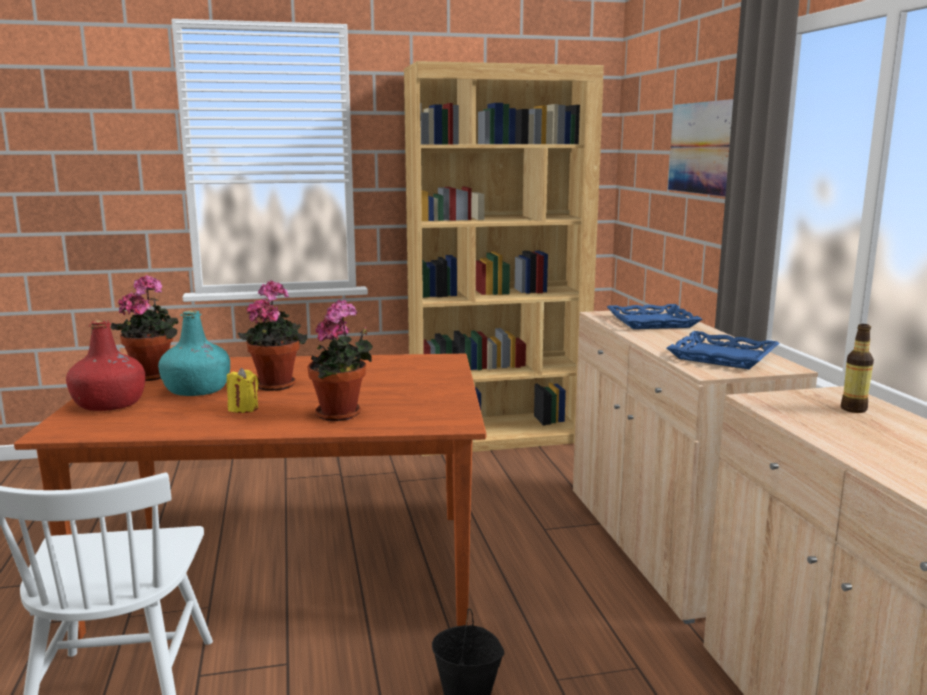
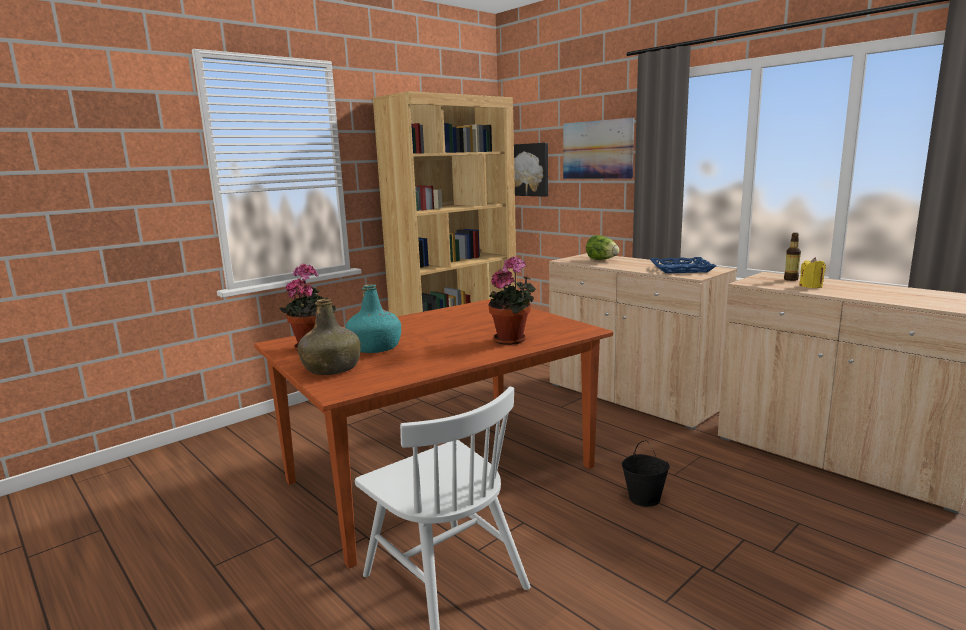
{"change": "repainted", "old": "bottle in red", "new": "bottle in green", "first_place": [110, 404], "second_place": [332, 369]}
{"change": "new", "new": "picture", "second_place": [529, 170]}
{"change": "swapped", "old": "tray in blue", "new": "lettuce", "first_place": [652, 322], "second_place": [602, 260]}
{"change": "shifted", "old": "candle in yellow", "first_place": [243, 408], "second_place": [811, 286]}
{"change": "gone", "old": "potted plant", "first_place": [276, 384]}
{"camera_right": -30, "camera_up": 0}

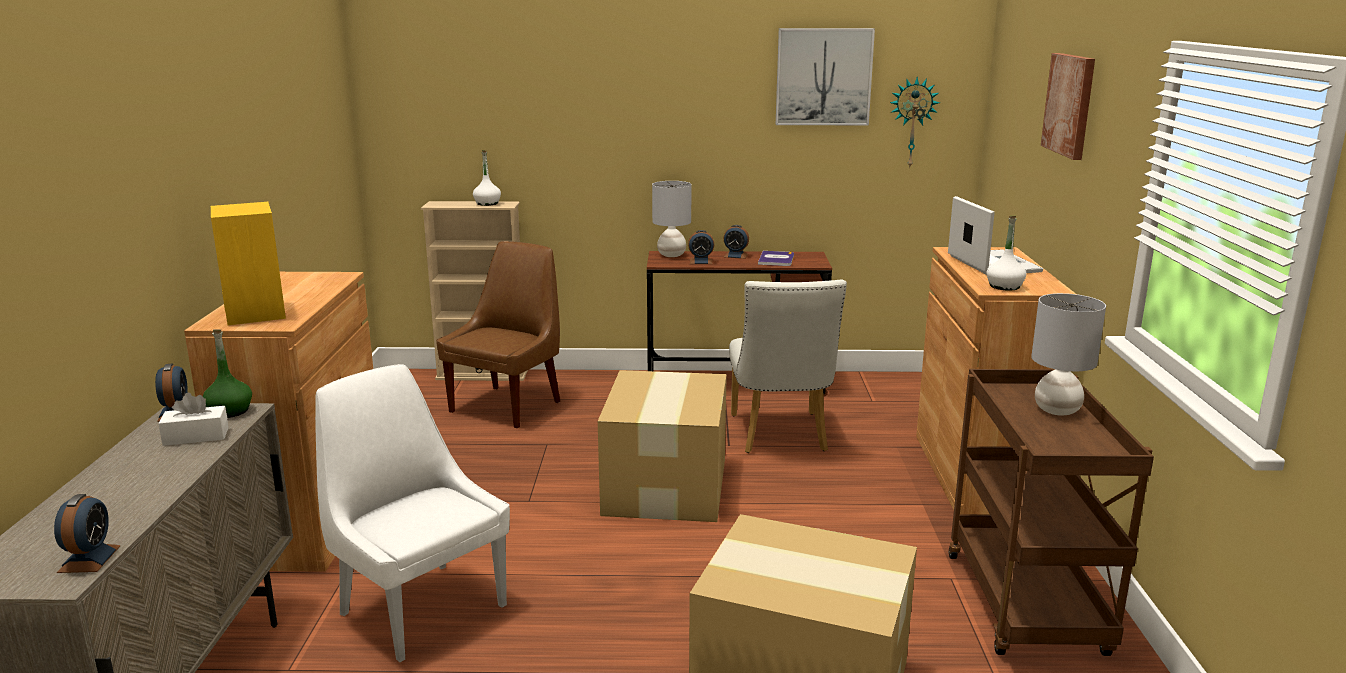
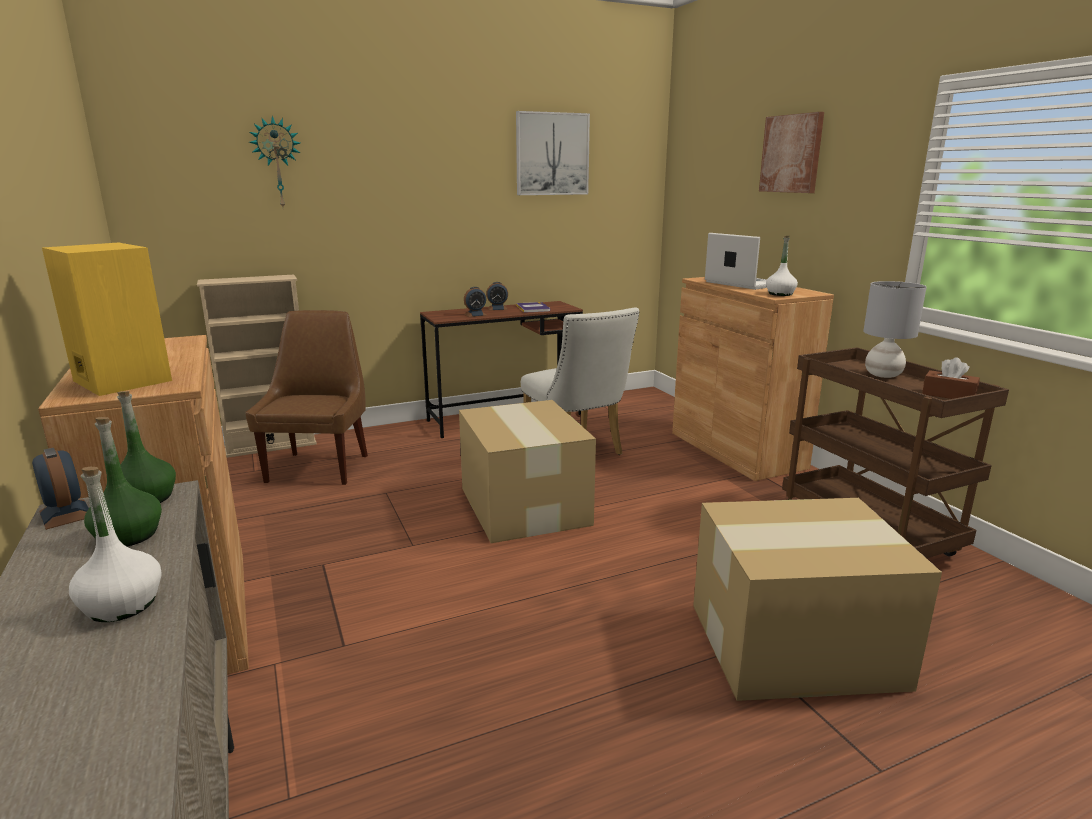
{"change": "shifted", "old": "bottle in white", "first_place": [487, 203], "second_place": [122, 604]}
{"change": "swapped", "old": "tissue box in white", "new": "bottle in green", "first_place": [196, 436], "second_place": [128, 535]}
{"change": "shifted", "old": "wall clock", "first_place": [912, 122], "second_place": [277, 163]}
{"change": "new", "new": "tissue box in brown", "second_place": [948, 395]}
{"change": "gone", "old": "alarm clock", "first_place": [89, 559]}
{"change": "gone", "old": "chair in white", "first_place": [419, 607]}
{"change": "gone", "old": "table lamp in grey", "first_place": [672, 255]}
{"camera_right": -25, "camera_up": 0}

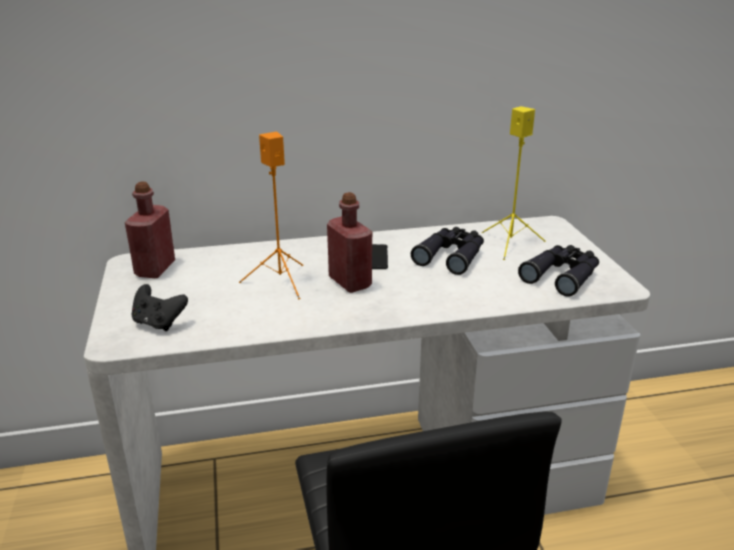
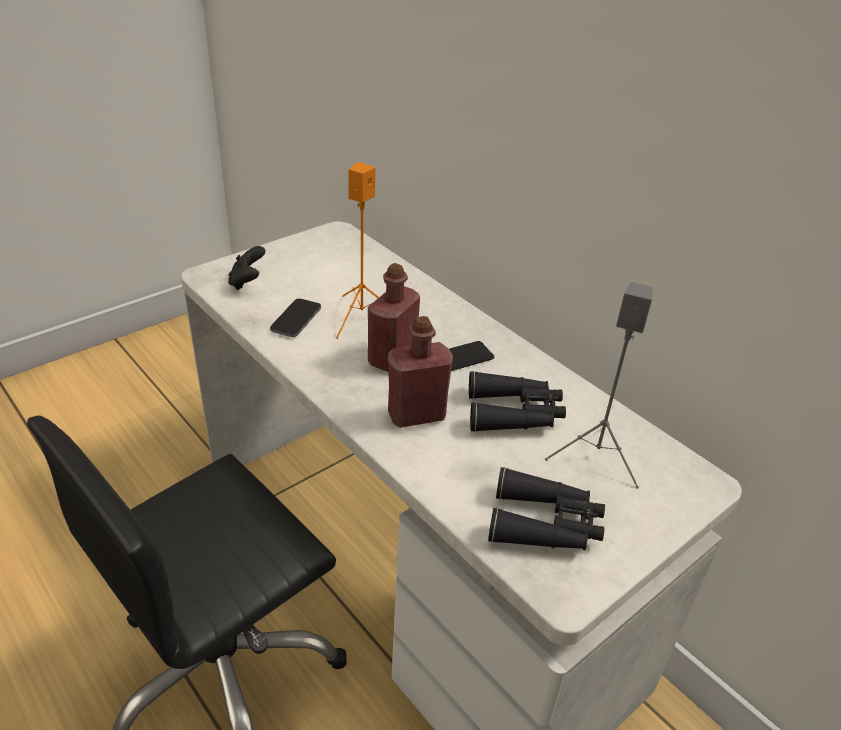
{"change": "new", "new": "phone", "second_place": [296, 319]}
{"change": "shifted", "old": "bottle in red", "first_place": [155, 269], "second_place": [416, 415]}
{"change": "repainted", "old": "speaker in yellow", "new": "speaker in grey", "first_place": [511, 243], "second_place": [597, 456]}
{"camera_right": 60, "camera_up": 10}

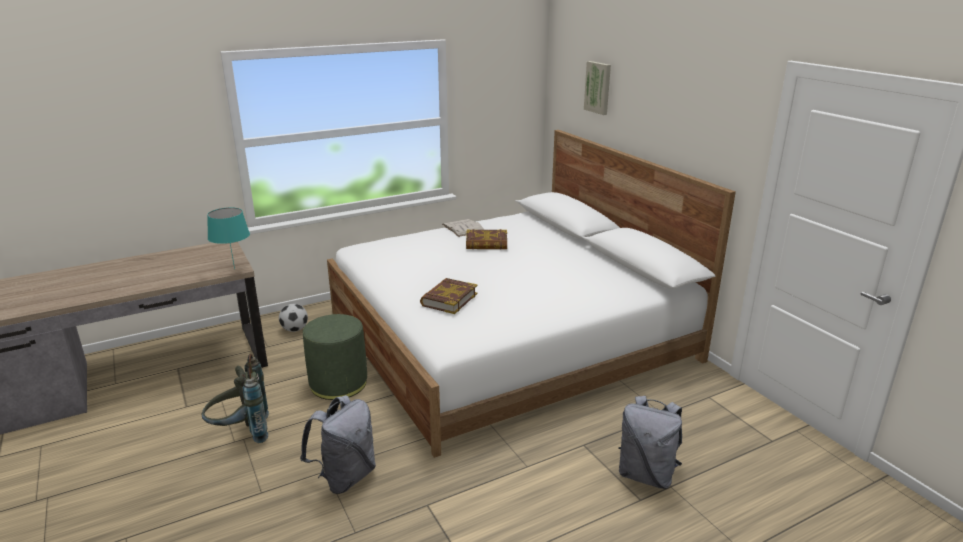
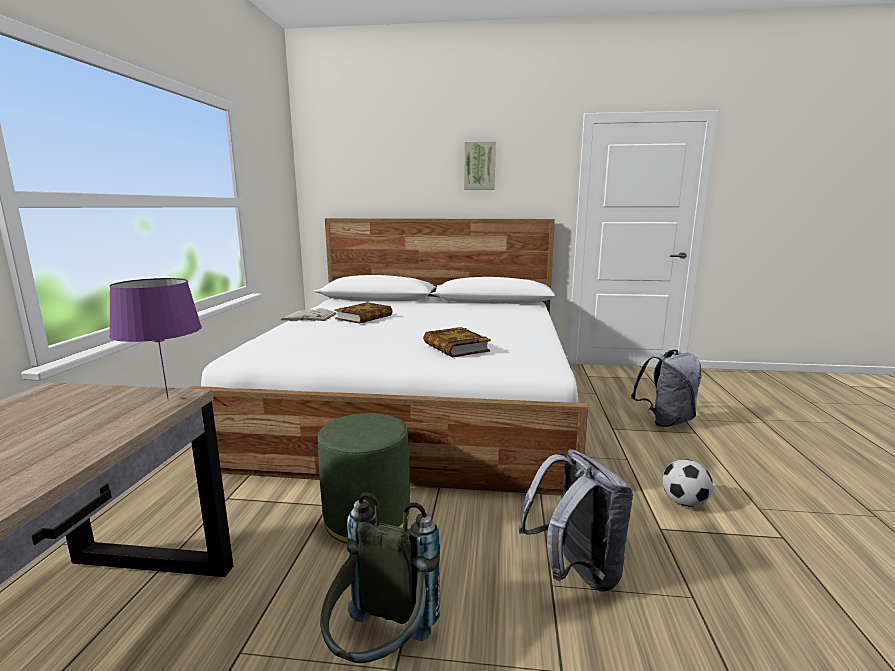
{"change": "repainted", "old": "table lamp in turquoise", "new": "table lamp in purple", "first_place": [235, 269], "second_place": [169, 398]}
{"change": "shifted", "old": "picture", "first_place": [598, 87], "second_place": [479, 166]}
{"change": "shifted", "old": "football", "first_place": [295, 329], "second_place": [684, 502]}
{"camera_right": -55, "camera_up": -10}

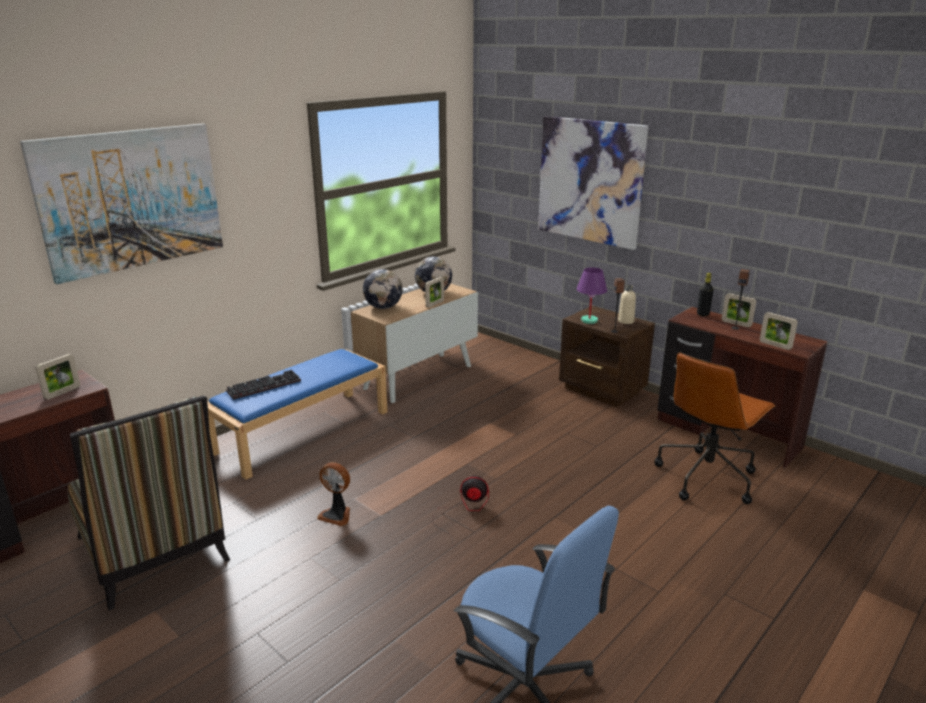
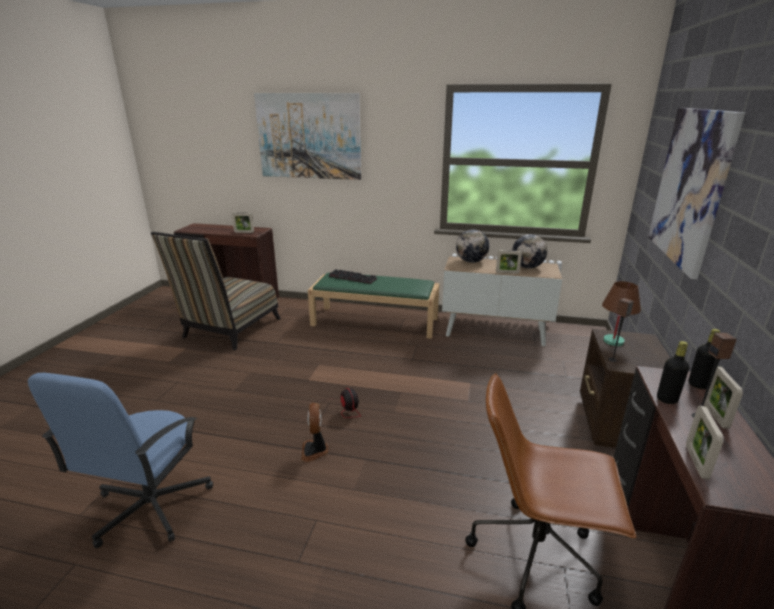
{"change": "shifted", "old": "fan", "first_place": [337, 515], "second_place": [315, 450]}
{"change": "repainted", "old": "bench in blue", "new": "bench in green", "first_place": [303, 431], "second_place": [375, 321]}
{"change": "repainted", "old": "table lamp in purple", "new": "table lamp in brown", "first_place": [589, 320], "second_place": [614, 341]}
{"change": "new", "new": "bottle in black", "second_place": [667, 399]}
{"change": "gone", "old": "bottle in beige", "first_place": [626, 321]}
{"camera_right": 60, "camera_up": 0}

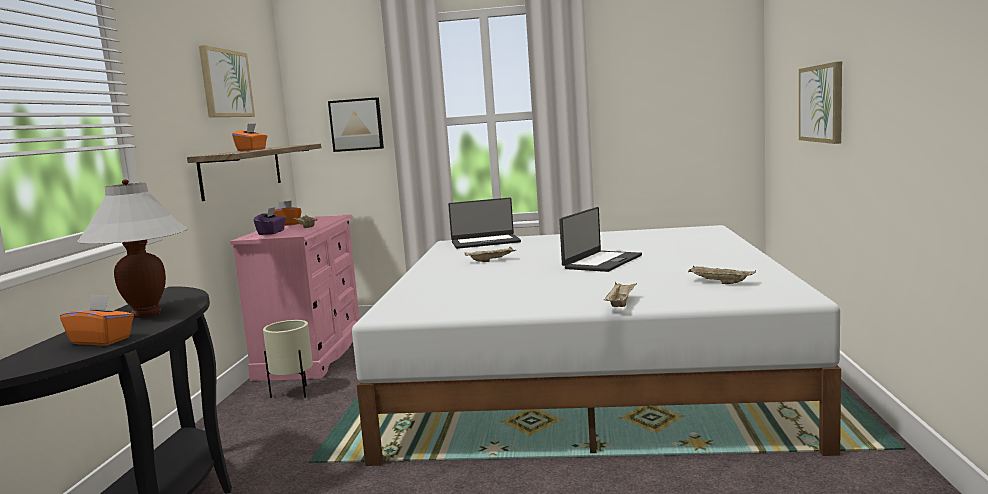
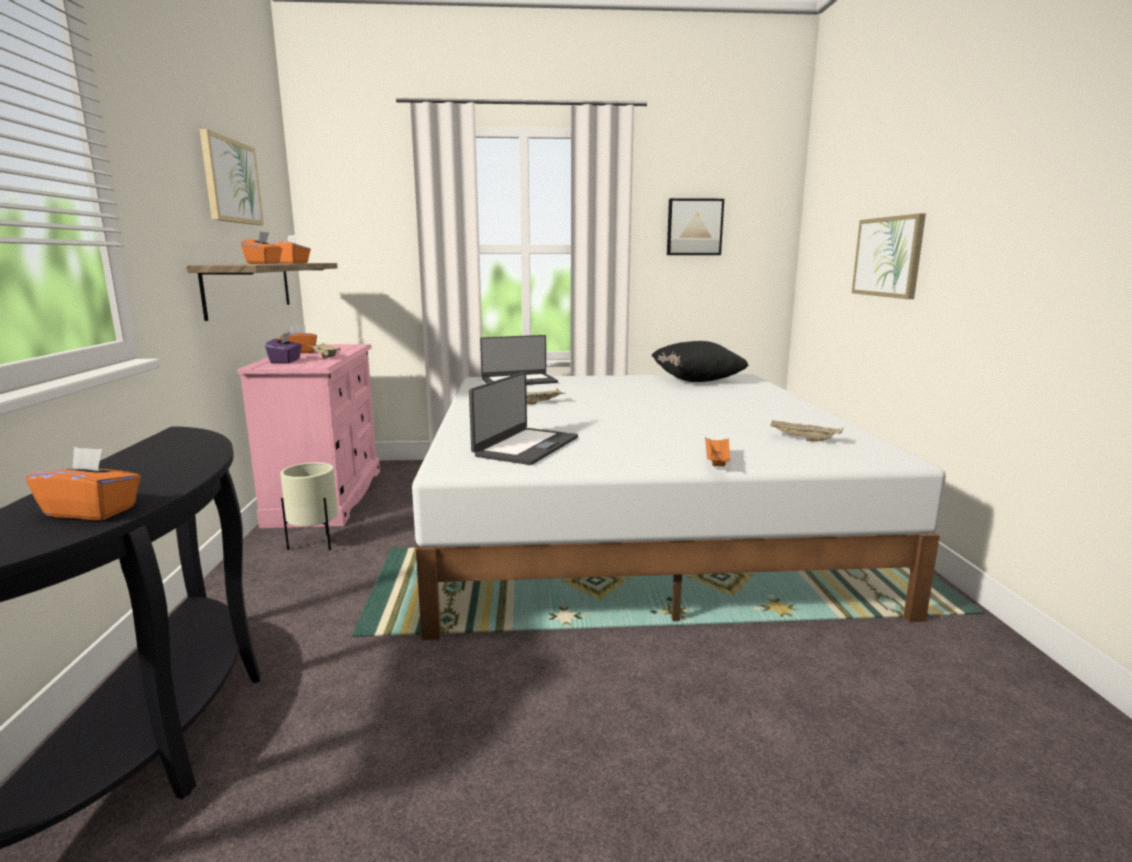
{"change": "new", "new": "tissue box in orange", "second_place": [292, 263]}
{"change": "shifted", "old": "laptop", "first_place": [601, 262], "second_place": [525, 446]}
{"change": "new", "new": "pillow in black", "second_place": [697, 380]}
{"change": "shifted", "old": "picture", "first_place": [356, 124], "second_place": [694, 227]}
{"change": "repainted", "old": "tray in beige", "new": "tray in orange", "first_place": [620, 304], "second_place": [716, 462]}
{"change": "gone", "old": "table lamp in white", "first_place": [146, 314]}
{"camera_right": -10, "camera_up": 5}

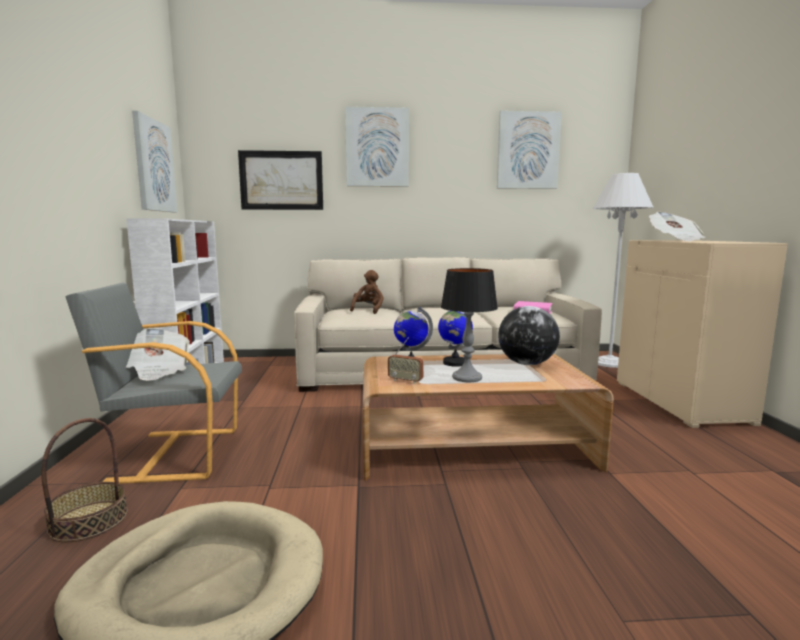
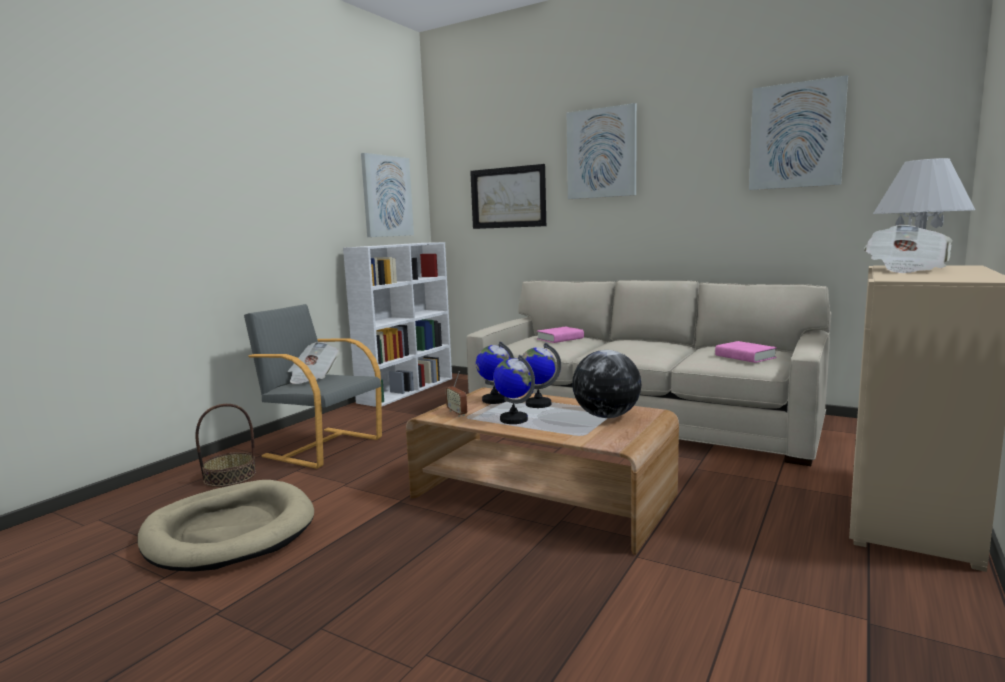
{"change": "swapped", "old": "table lamp", "new": "globe", "first_place": [466, 378], "second_place": [513, 419]}
{"change": "swapped", "old": "plush toy in brown", "new": "book in pink", "first_place": [368, 310], "second_place": [560, 339]}
{"camera_right": 35, "camera_up": 0}

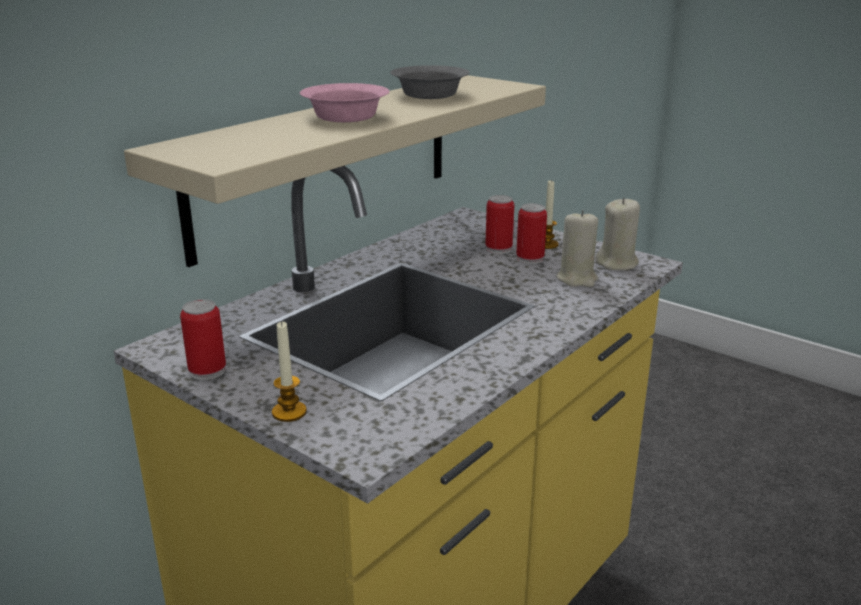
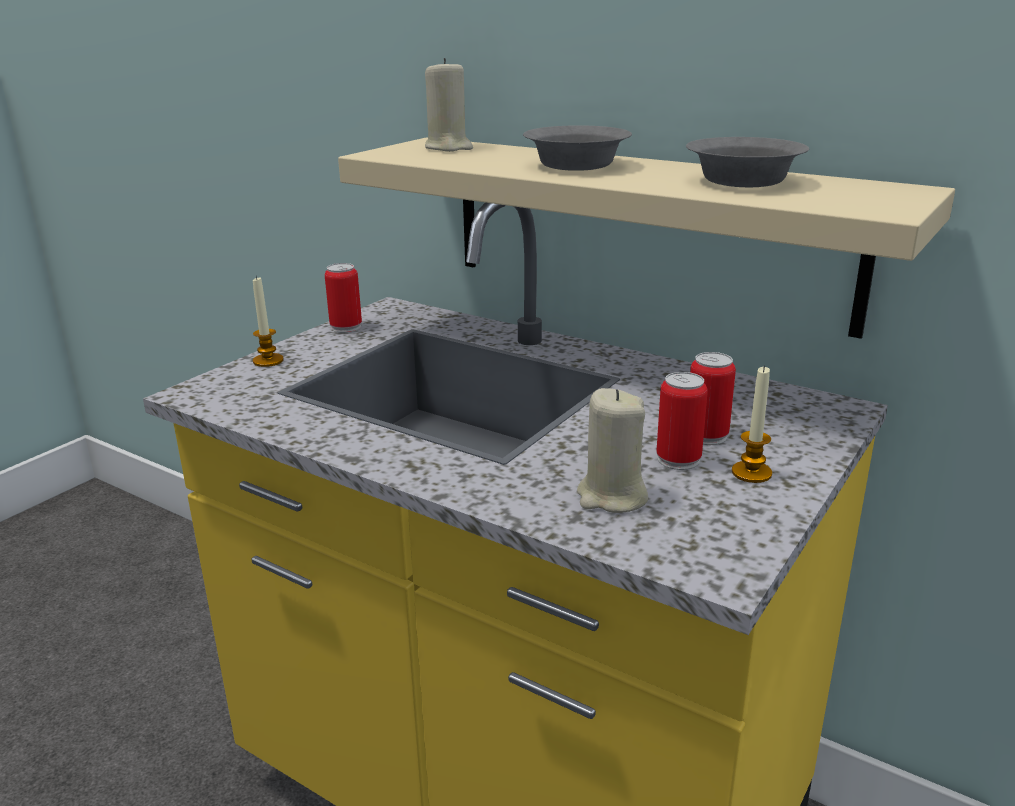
{"change": "shifted", "old": "candle in beige", "first_place": [617, 263], "second_place": [448, 147]}
{"change": "repainted", "old": "bowl in pink", "new": "bowl in grey", "first_place": [346, 117], "second_place": [579, 165]}
{"camera_right": 85, "camera_up": 0}

